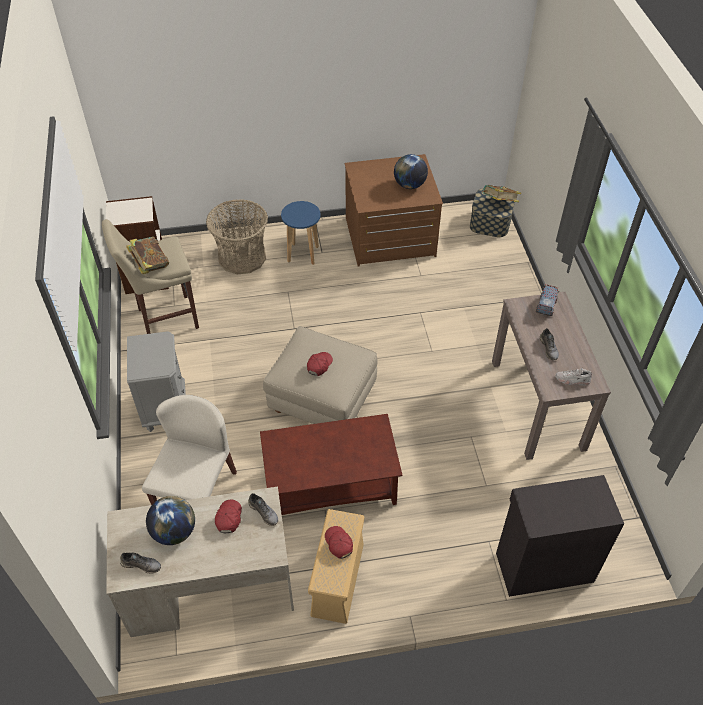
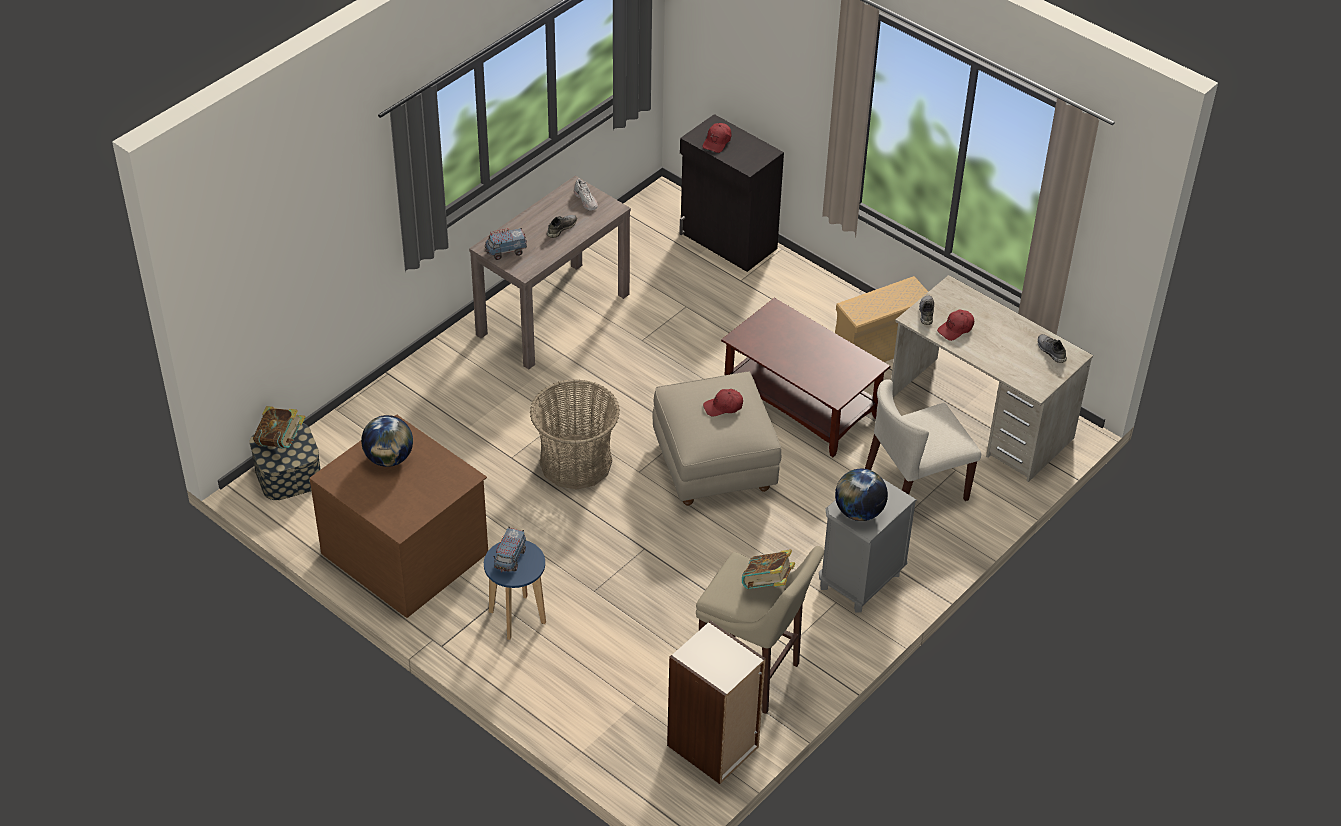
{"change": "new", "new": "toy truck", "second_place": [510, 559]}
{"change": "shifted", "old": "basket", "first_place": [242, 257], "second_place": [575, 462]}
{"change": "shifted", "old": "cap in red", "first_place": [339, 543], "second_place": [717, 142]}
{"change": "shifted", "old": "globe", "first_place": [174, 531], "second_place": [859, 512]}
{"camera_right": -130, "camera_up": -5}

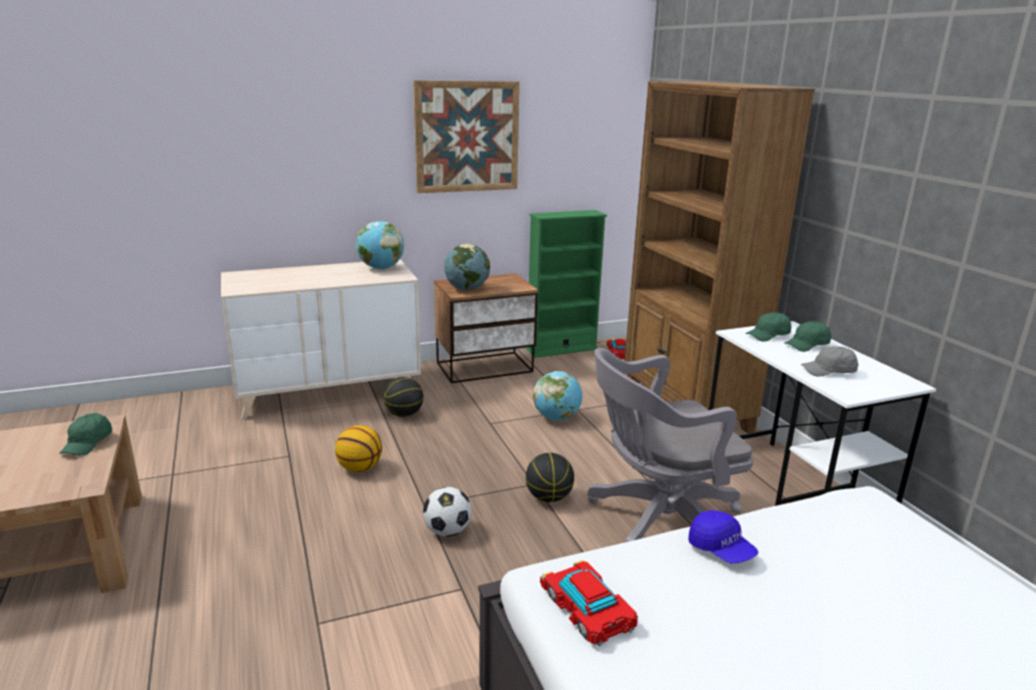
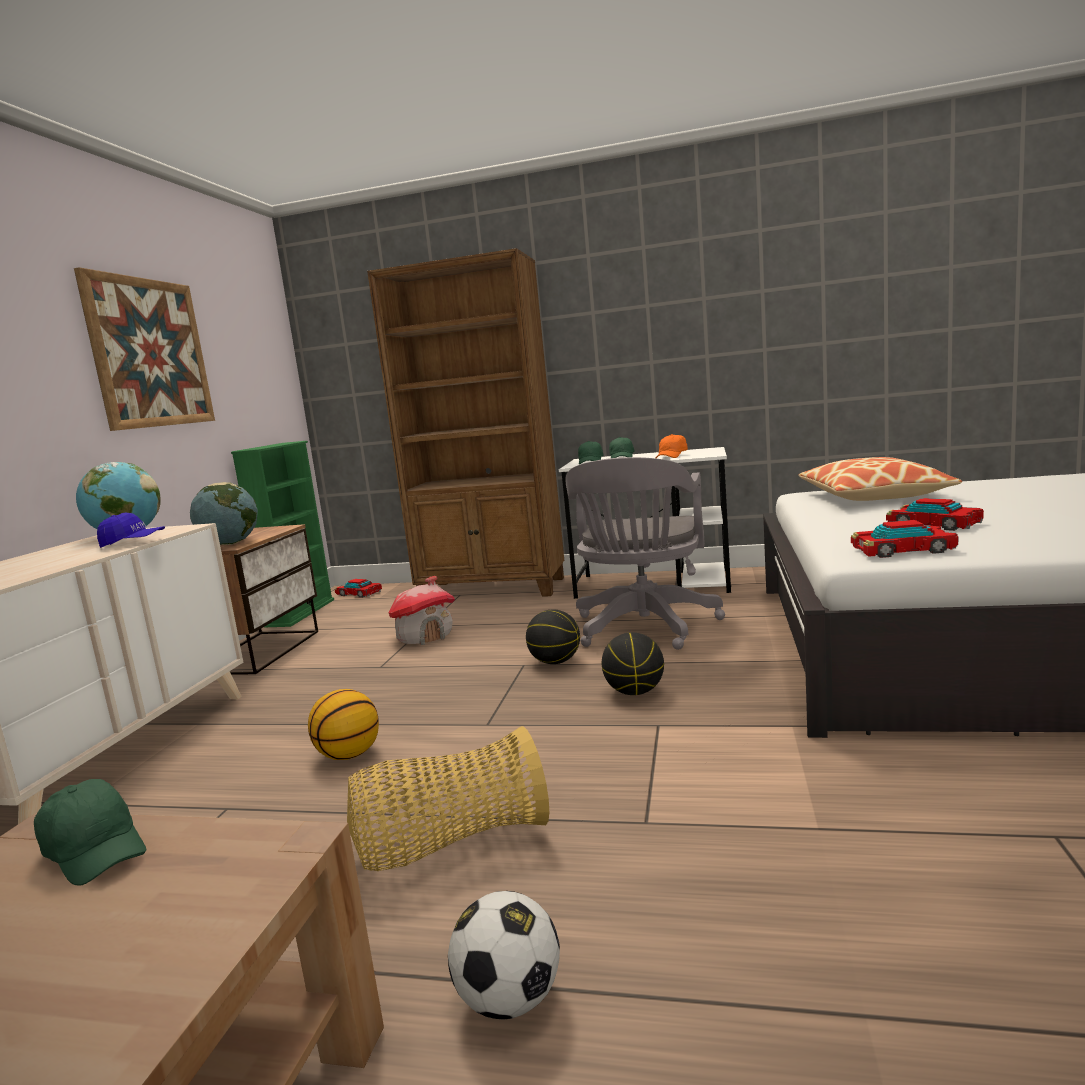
{"change": "shifted", "old": "cap in blue", "first_place": [721, 550], "second_place": [133, 543]}
{"change": "new", "new": "basket", "second_place": [450, 843]}
{"change": "swapped", "old": "globe", "new": "toy house", "first_place": [557, 418], "second_place": [425, 636]}
{"change": "shifted", "old": "football", "first_place": [447, 531], "second_place": [510, 999]}
{"change": "shifted", "old": "basketball", "first_place": [404, 414], "second_place": [635, 692]}
{"change": "repainted", "old": "cap in grey", "new": "cap in orange", "first_place": [829, 371], "second_place": [672, 456]}
{"change": "new", "new": "pillow", "second_place": [873, 496]}
{"change": "new", "new": "toy car", "second_place": [933, 524]}
{"camera_right": -55, "camera_up": -10}

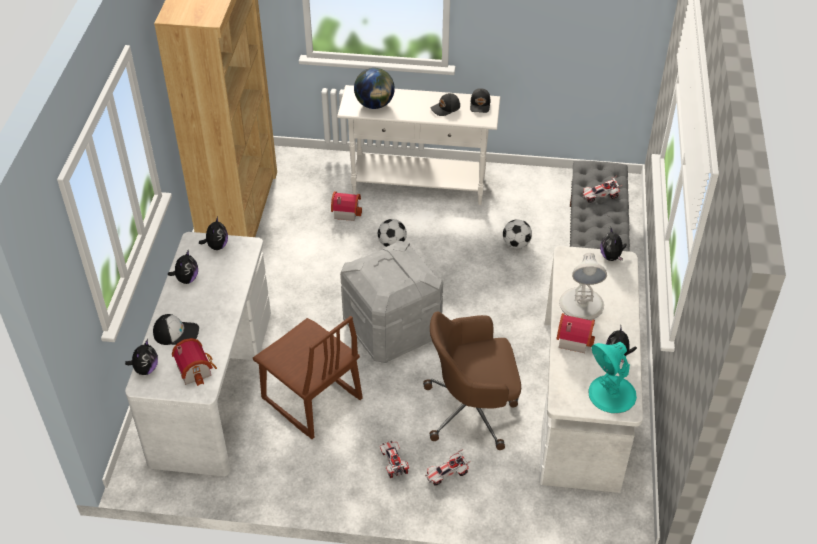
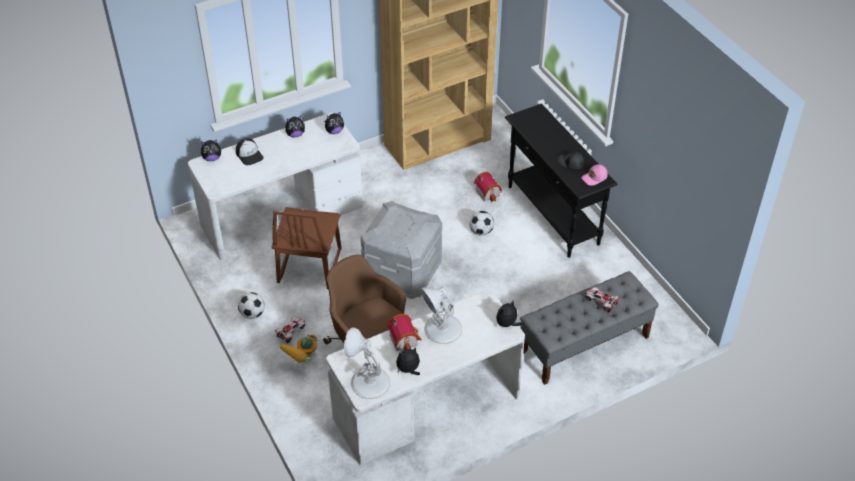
{"change": "shifted", "old": "football", "first_place": [516, 244], "second_place": [252, 314]}
{"change": "swapped", "old": "toy car", "new": "toy robot", "first_place": [447, 474], "second_place": [303, 364]}
{"change": "repainted", "old": "table lamp in turquoise", "new": "table lamp in white", "first_place": [611, 394], "second_place": [369, 382]}
{"change": "repainted", "old": "console table in white", "new": "console table in black", "first_place": [419, 186], "second_place": [553, 215]}
{"change": "repainted", "old": "cap in black", "new": "cap in pink", "first_place": [480, 105], "second_place": [594, 178]}
{"change": "gone", "old": "toy house", "first_place": [196, 369]}
{"change": "gone", "old": "globe", "first_place": [375, 104]}
{"camera_right": 55, "camera_up": 0}

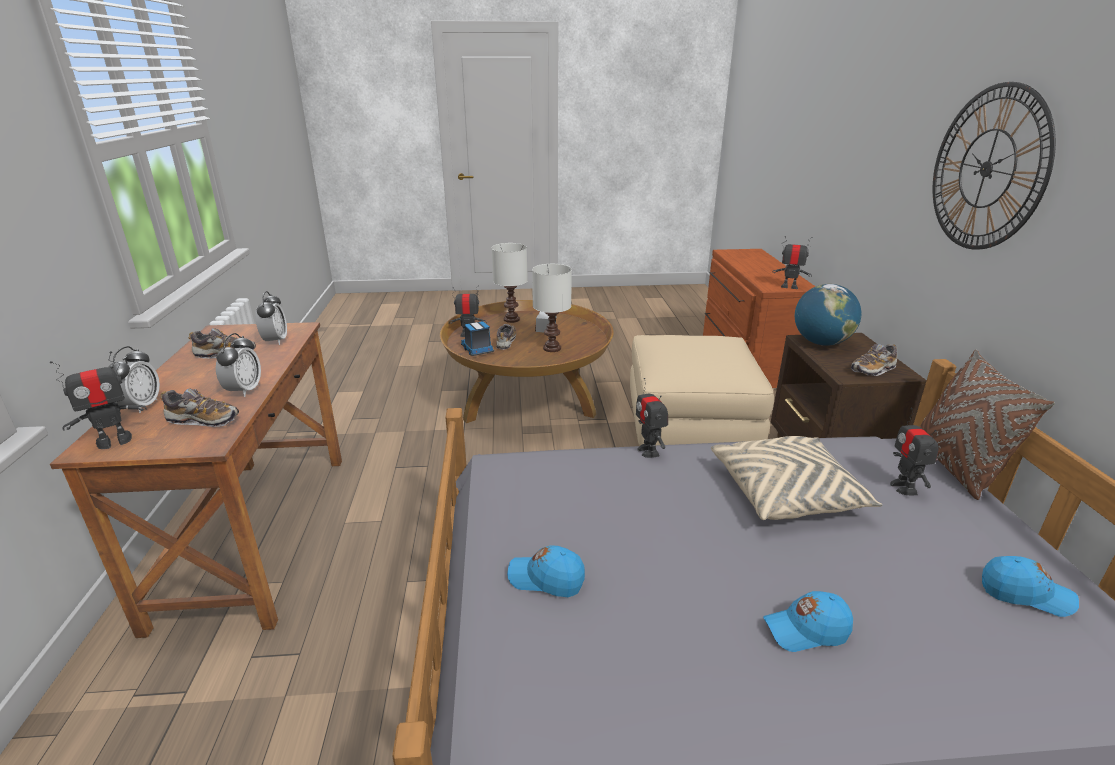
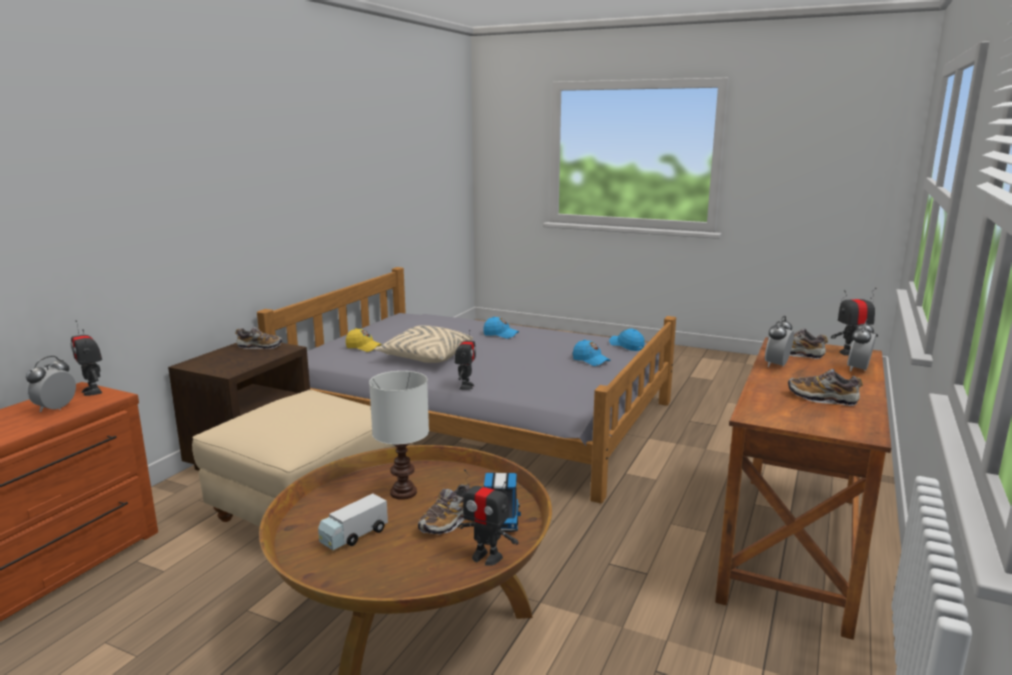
{"change": "shifted", "old": "alarm clock", "first_place": [275, 341], "second_place": [55, 409]}
{"change": "swapped", "old": "toy robot", "new": "cap in yellow", "first_place": [904, 487], "second_place": [363, 347]}
{"change": "shifted", "old": "cap in blue", "first_place": [1025, 594], "second_place": [626, 346]}
{"change": "gone", "old": "table lamp in white", "first_place": [511, 319]}
{"change": "gone", "old": "globe", "first_place": [821, 343]}
{"change": "gone", "old": "pillow in brown", "first_place": [955, 467]}
{"change": "gone", "old": "wall clock", "first_place": [987, 169]}
{"camera_right": -150, "camera_up": -10}

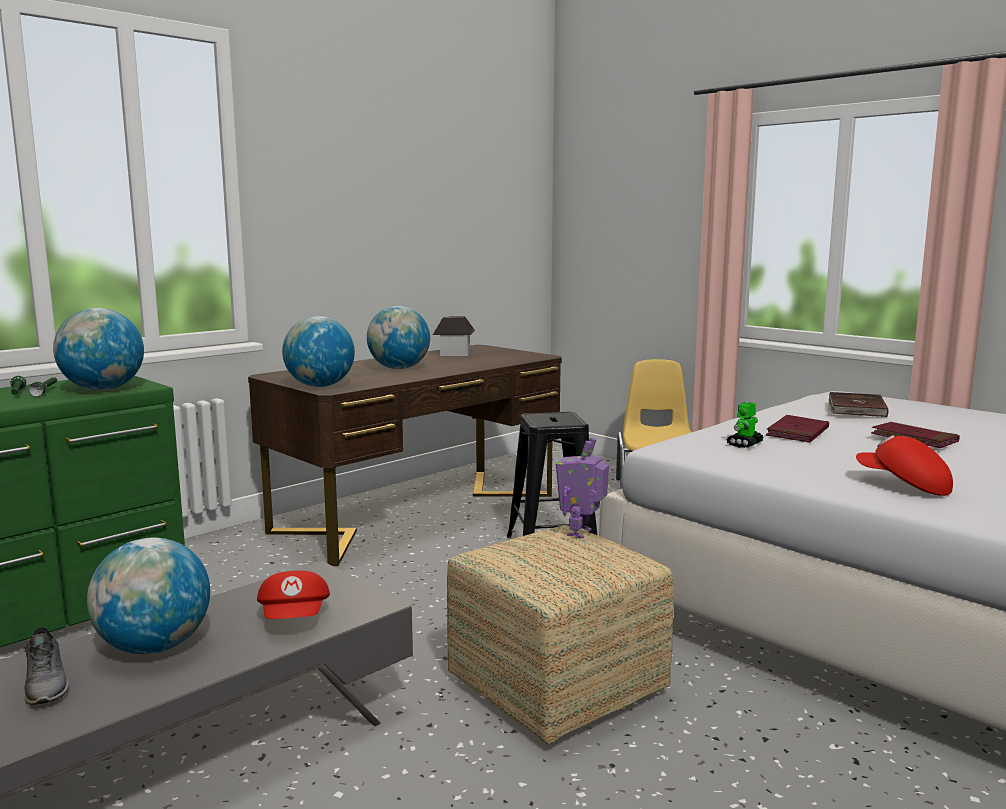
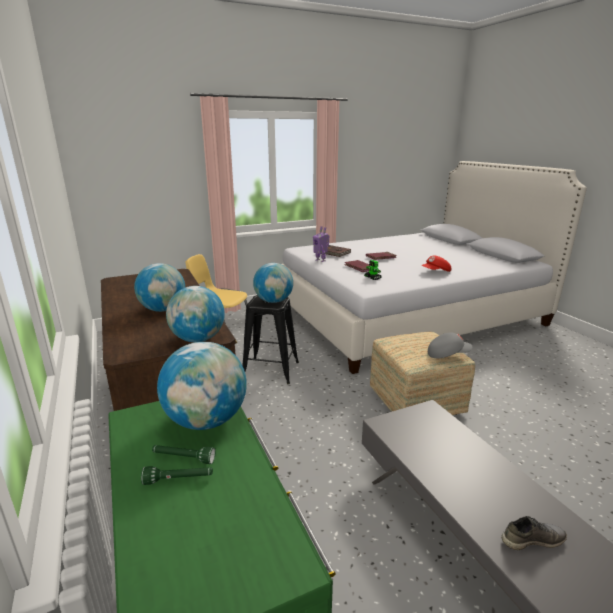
{"change": "shifted", "old": "globe", "first_place": [155, 647], "second_place": [274, 301]}
{"change": "shifted", "old": "toy robot", "first_place": [581, 533], "second_place": [321, 260]}
{"change": "new", "new": "cap in grey", "second_place": [447, 354]}
{"change": "gone", "old": "cap in red", "first_place": [295, 618]}
{"change": "gone", "old": "toy house", "first_place": [454, 353]}
{"camera_right": -70, "camera_up": 10}

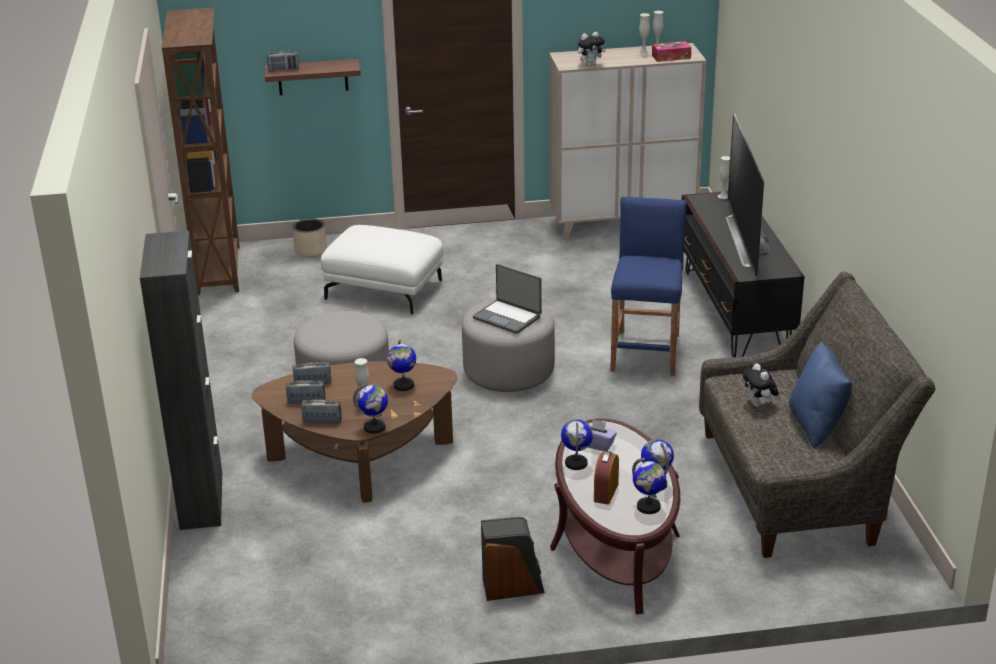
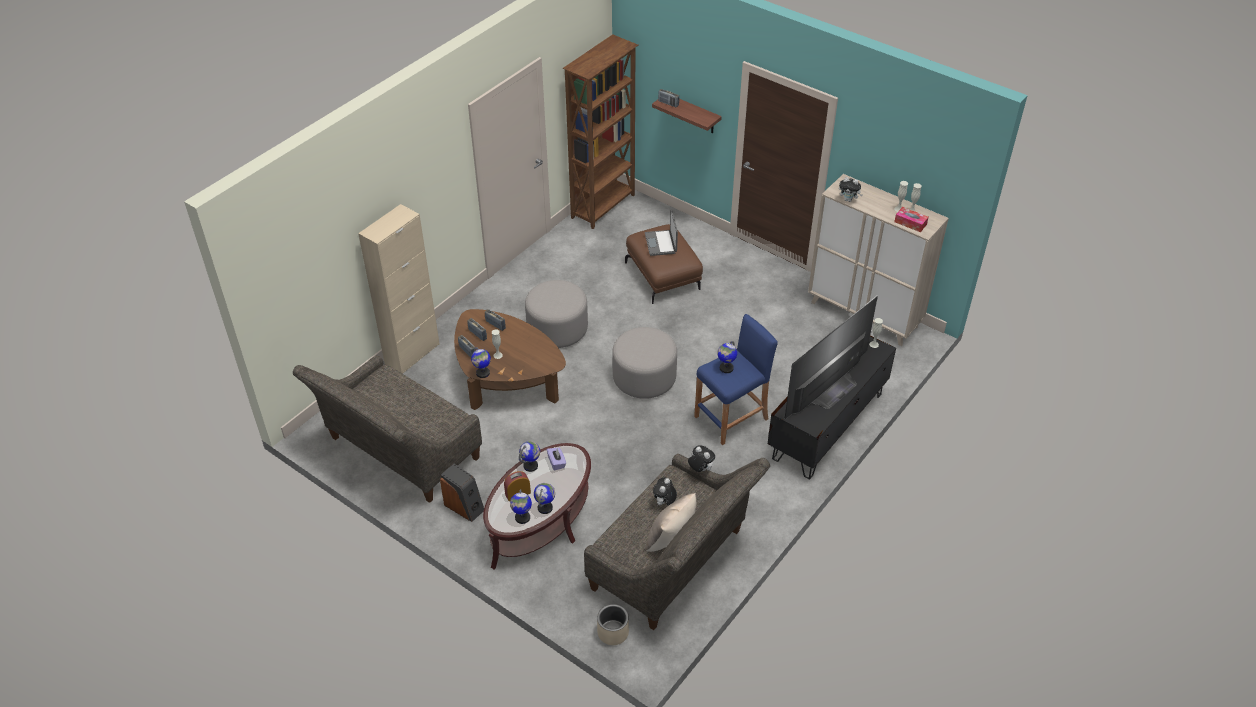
{"change": "new", "new": "sofa in grey", "second_place": [399, 453]}
{"change": "repainted", "old": "cabinet in black", "new": "cabinet in beige", "first_place": [201, 501], "second_place": [412, 354]}
{"change": "shifted", "old": "planter in beige", "first_place": [311, 250], "second_place": [613, 632]}
{"change": "repainted", "old": "ottoman in white", "new": "ottoman in brown", "first_place": [385, 289], "second_place": [663, 276]}
{"change": "shifted", "old": "laptop", "first_place": [508, 317], "second_place": [661, 243]}
{"change": "repainted", "old": "pillow in blue", "new": "pillow in beige", "first_place": [816, 425], "second_place": [671, 539]}
{"change": "new", "new": "plush toy", "second_place": [700, 469]}
{"change": "shifted", "old": "globe", "first_place": [403, 385], "second_place": [726, 368]}
{"camera_right": 45, "camera_up": 15}

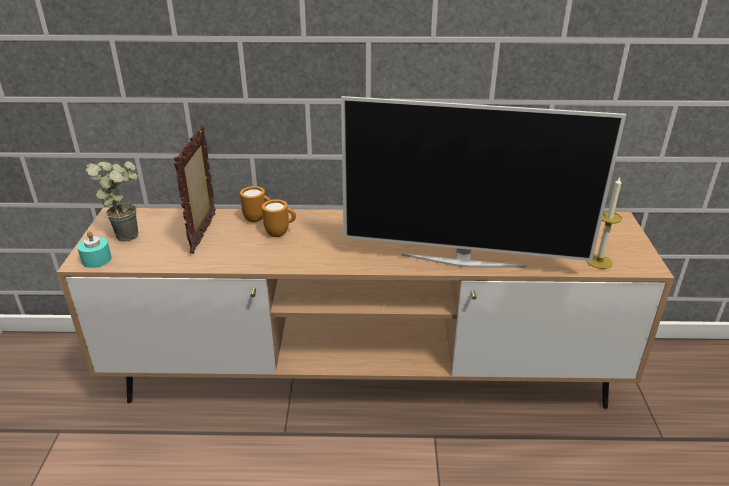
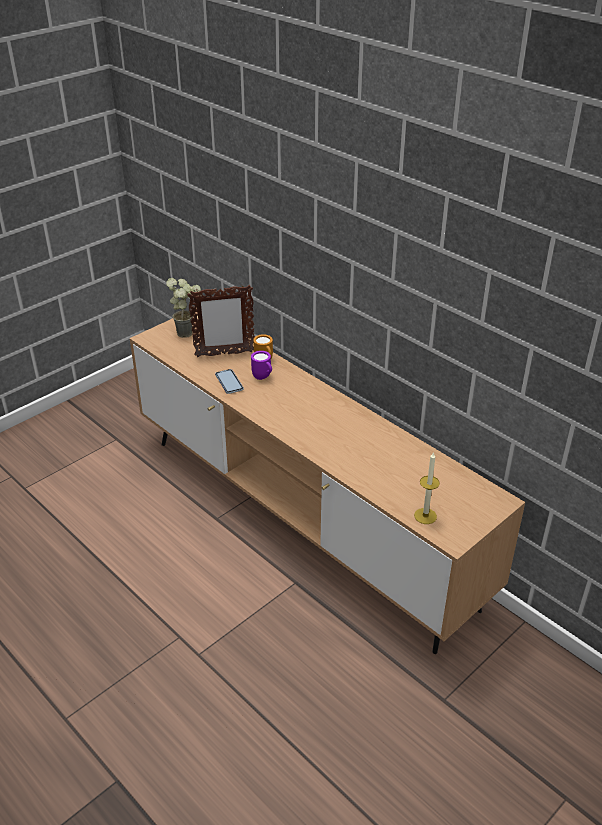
{"change": "rotated", "old": "picture frame", "first_place": [204, 233], "second_place": [224, 354], "degrees": -150}
{"change": "new", "new": "phone", "second_place": [229, 382]}
{"change": "repainted", "old": "mug in orange", "new": "mug in purple", "first_place": [280, 233], "second_place": [263, 377]}
{"change": "gone", "old": "candle in turquoise", "first_place": [96, 259]}
{"change": "gone", "old": "television", "first_place": [463, 260]}
{"camera_right": 45, "camera_up": 5}

